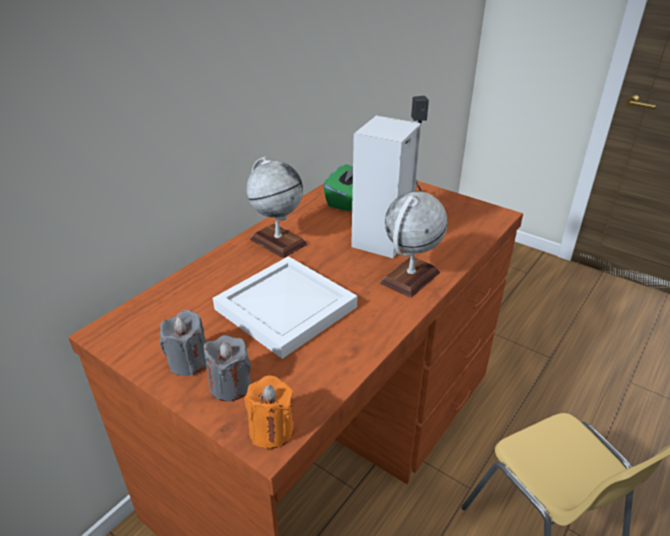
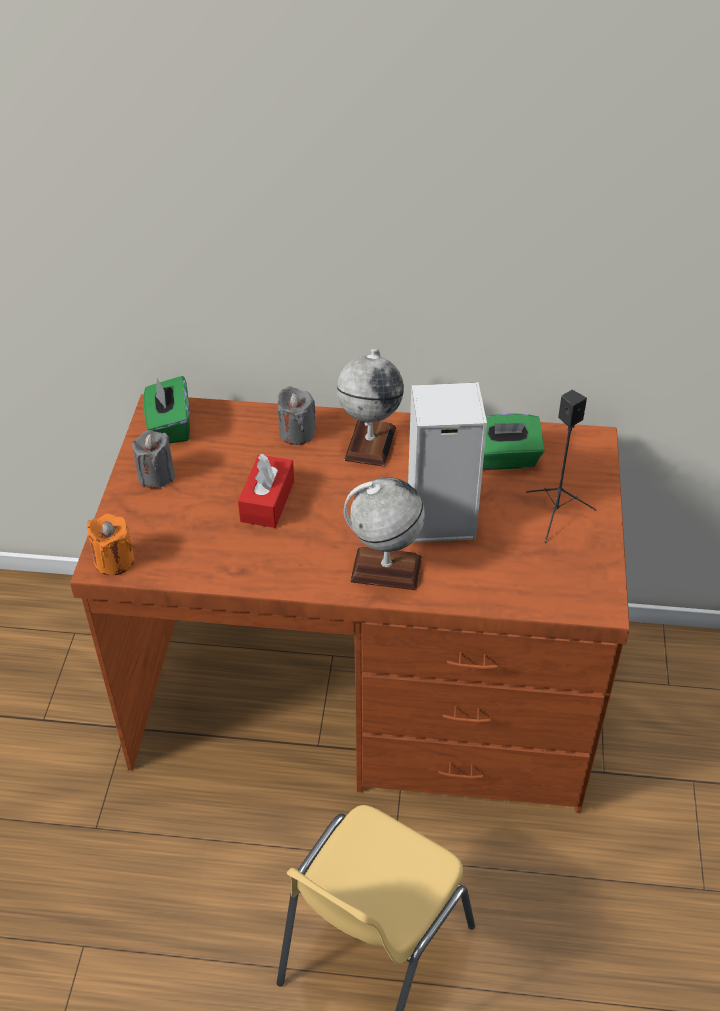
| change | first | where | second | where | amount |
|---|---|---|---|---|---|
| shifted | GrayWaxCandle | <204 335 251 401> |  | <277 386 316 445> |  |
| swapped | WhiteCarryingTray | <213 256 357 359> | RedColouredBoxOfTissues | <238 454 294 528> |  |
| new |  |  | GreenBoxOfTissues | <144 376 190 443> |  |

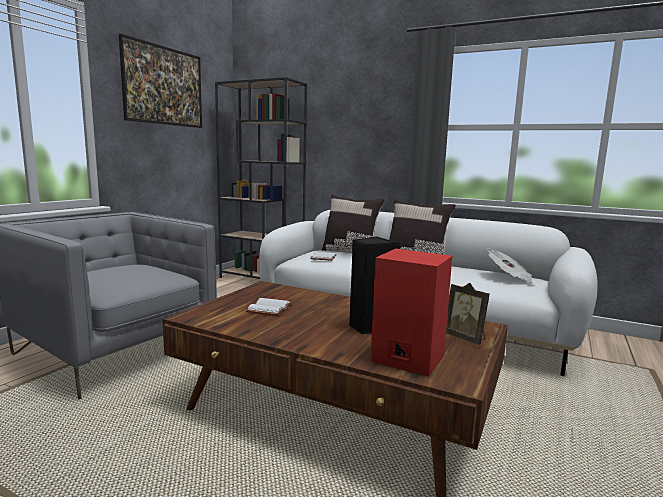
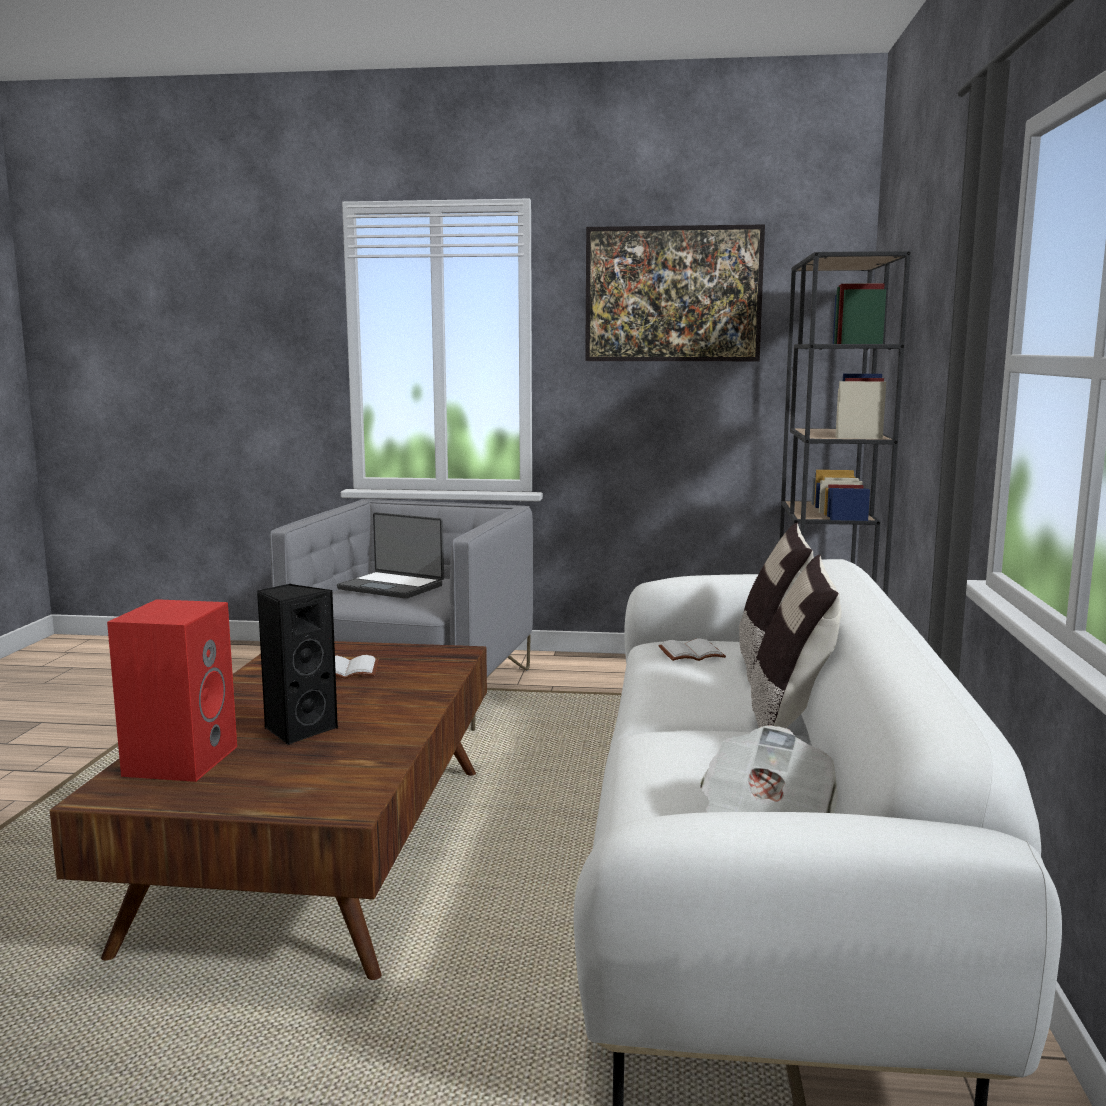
| change | first | where | second | where | amount |
|---|---|---|---|---|---|
| gone | PictureFrame | <446 283 490 345> |  |  |  |
| new |  |  | Laptop | <337 512 444 599> |  |

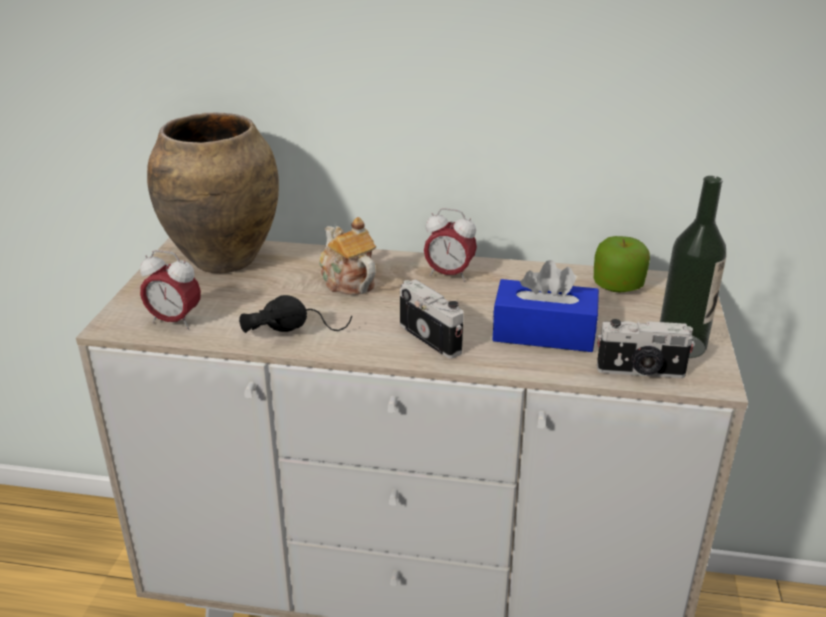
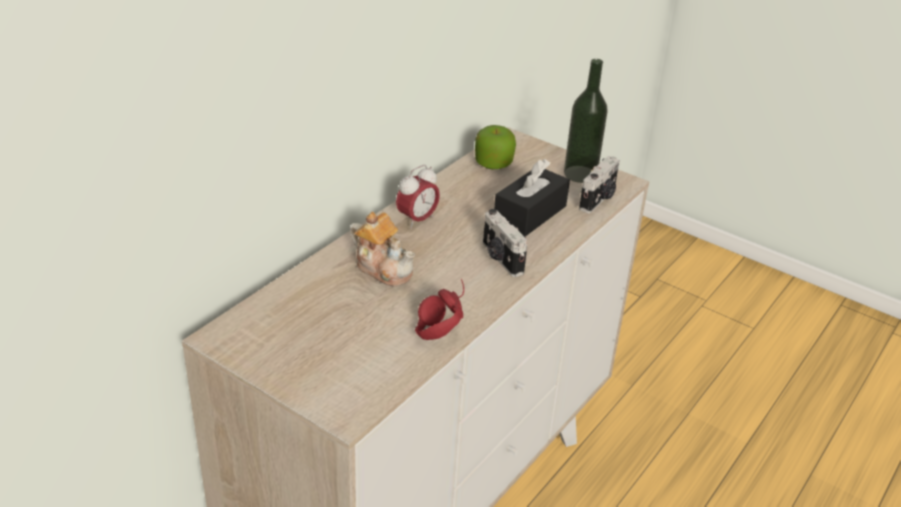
| change | first | where | second | where | amount |
|---|---|---|---|---|---|
| gone | AlarmClock | <140 250 201 329> |  |  |  |
| gone | BrownishVase | <147 113 279 273> |  |  |  |
| repainted | BlackColouredHeadphones | <239 295 352 333> | RedColouredHeadphones | <415 279 464 340> |  |
| rotated | TeaPot | <319 217 376 295> |  | <350 212 416 286> | 135 degrees counterclockwise |
| rotated | StillCamera | <400 279 464 359> |  | <483 209 527 277> | 105 degrees counterclockwise |
| repainted | BlueBoxOfTissues | <492 260 599 352> | BlackColouredBoxOfTissues | <494 159 570 236> |  |

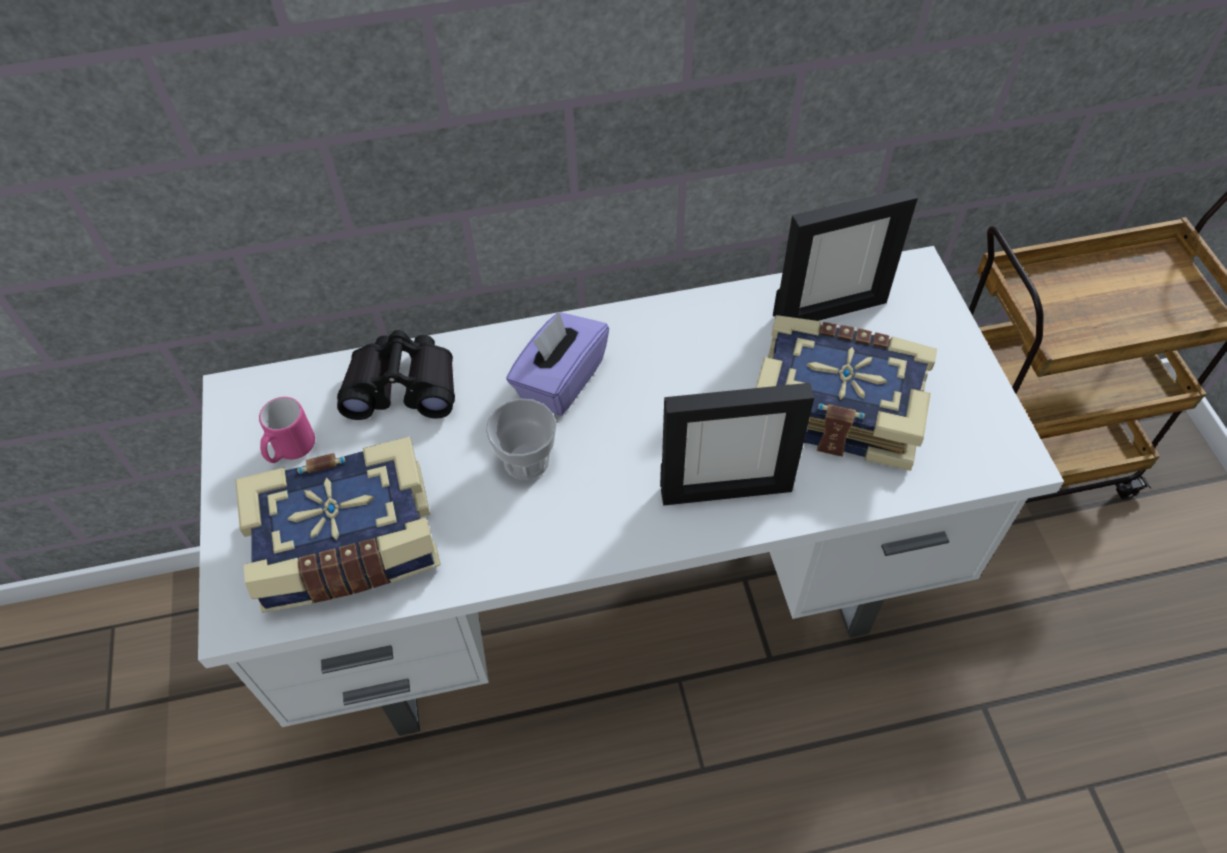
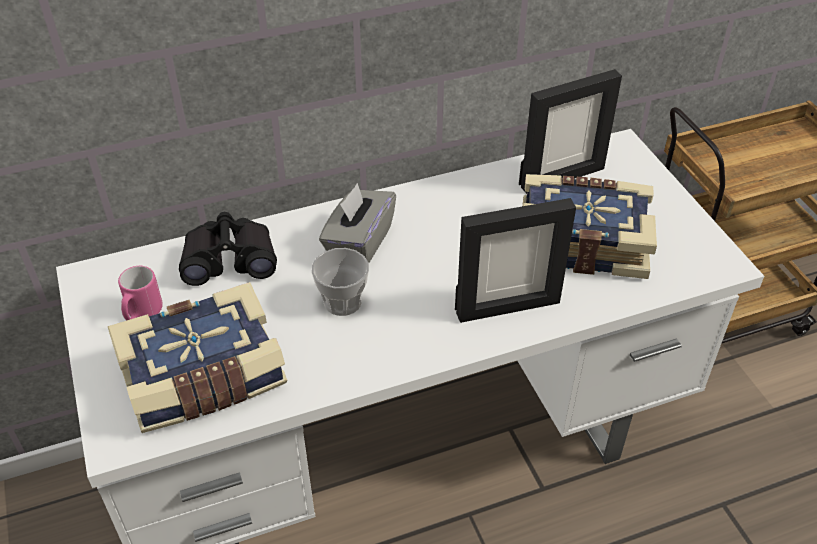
| change | first | where | second | where | amount |
|---|---|---|---|---|---|
| repainted | PurplishBoxOfTissues | <506 312 609 416> | GrayBoxOfTissues | <319 183 396 262> |  |

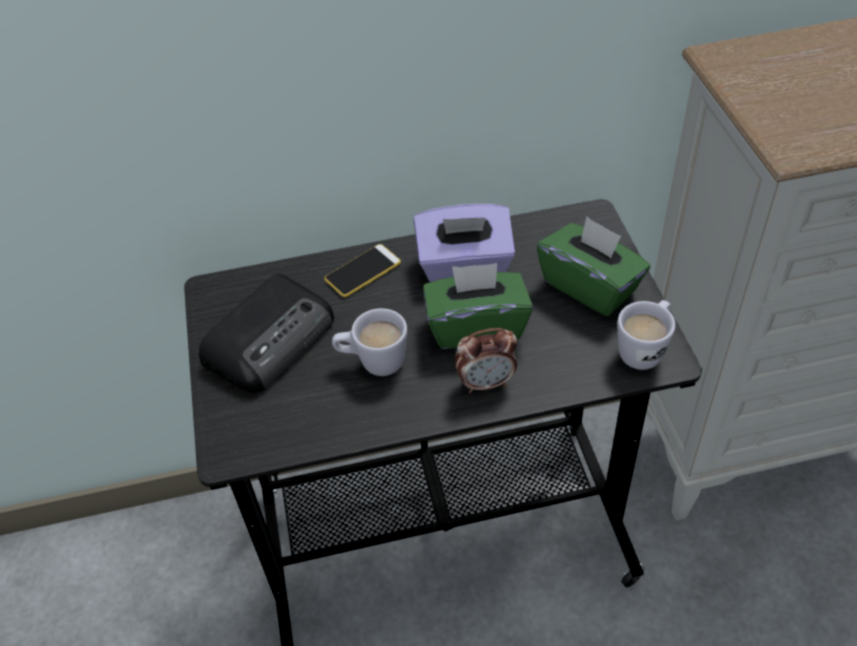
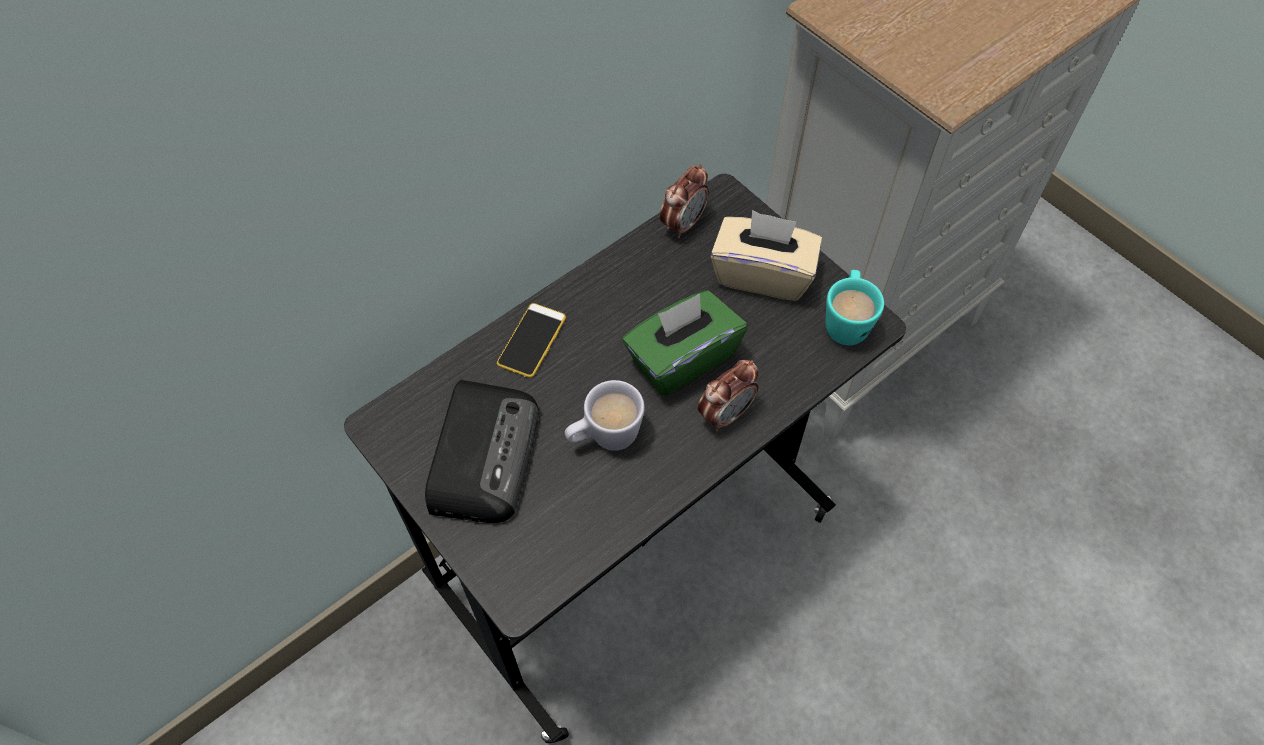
| change | first | where | second | where | amount |
|---|---|---|---|---|---|
| gone | PurplishBoxOfTissues | <414 204 516 282> |  |  |  |
| repainted | GreenBoxOfTissues | <537 216 650 316> | BeigeBoxOfTissues | <711 210 822 301> |  |
| repainted | WhiteTeaMug | <617 300 675 370> | TurquoiseTeaMug | <826 270 884 345> |  |
| new |  |  | AlarmClock | <660 164 709 238> |  |

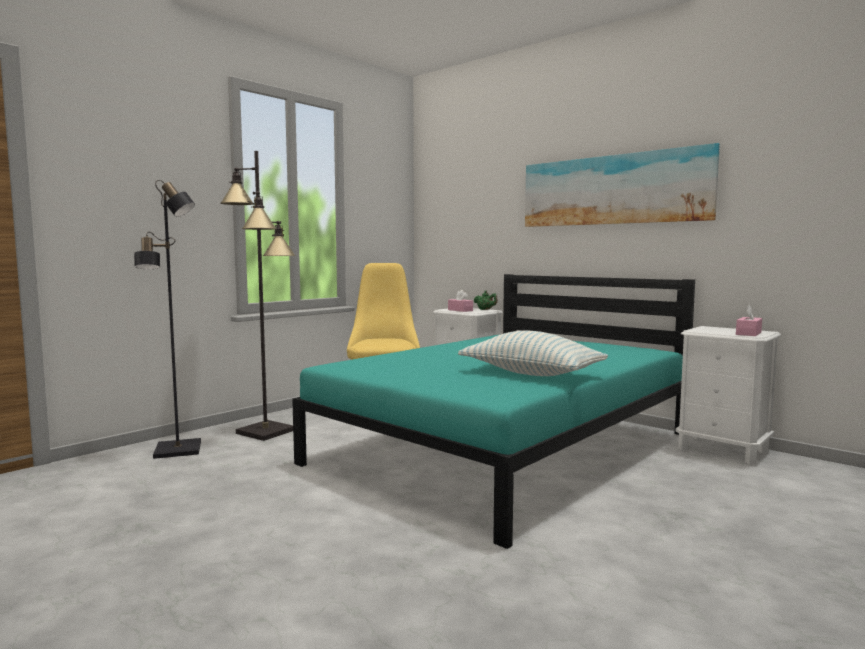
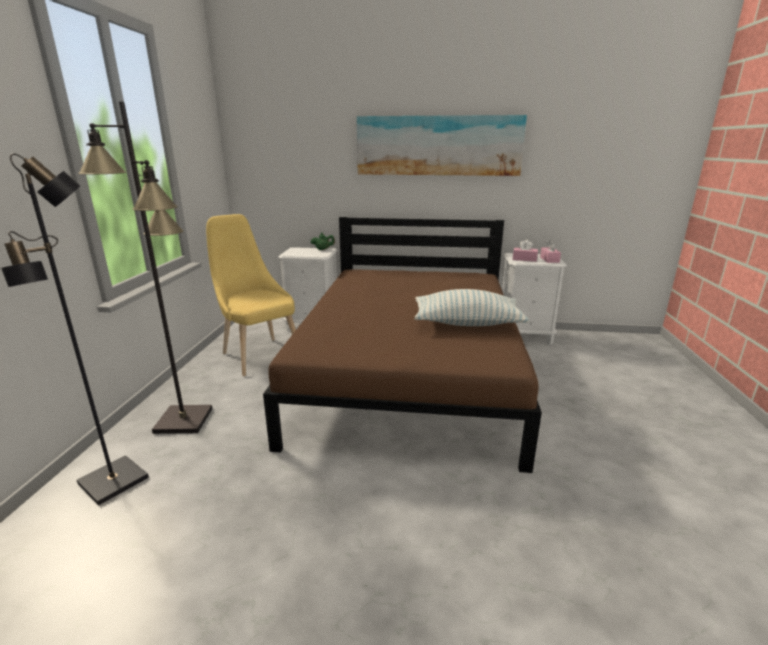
| change | first | where | second | where | amount |
|---|---|---|---|---|---|
| repainted | TurquoiseBedroomBed | <292 274 695 549> | BrownishBedroomBed | <263 217 542 473> |  |
| shifted | PinkishBoxOfTissues | <448 290 473 312> |  | <513 240 538 262> |  |

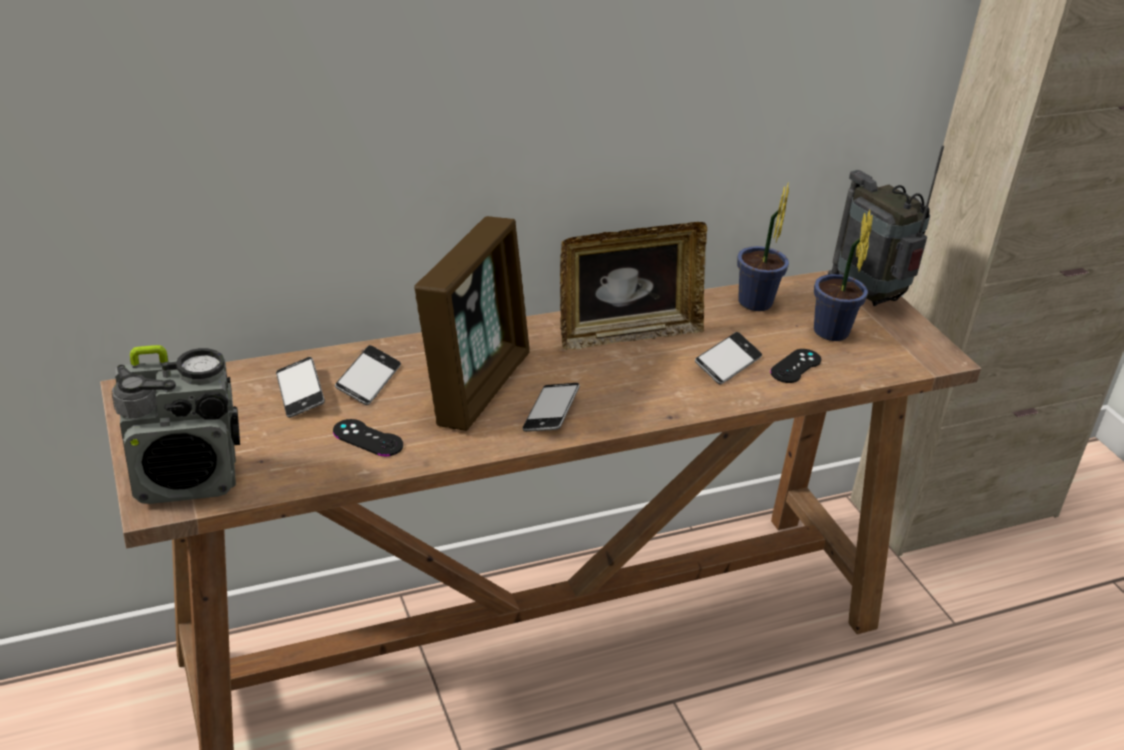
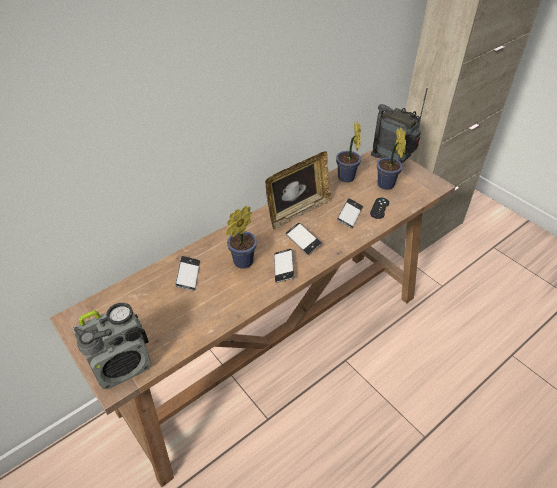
| change | first | where | second | where | amount |
|---|---|---|---|---|---|
| shifted | Telephone | <276 357 325 418> |  | <286 223 322 255> |  |
| gone | BlackColouredGameController | <333 419 403 456> |  |  |  |
| swapped | PictureFrame | <414 216 530 431> | PlantInAPot | <226 206 257 269> |  |

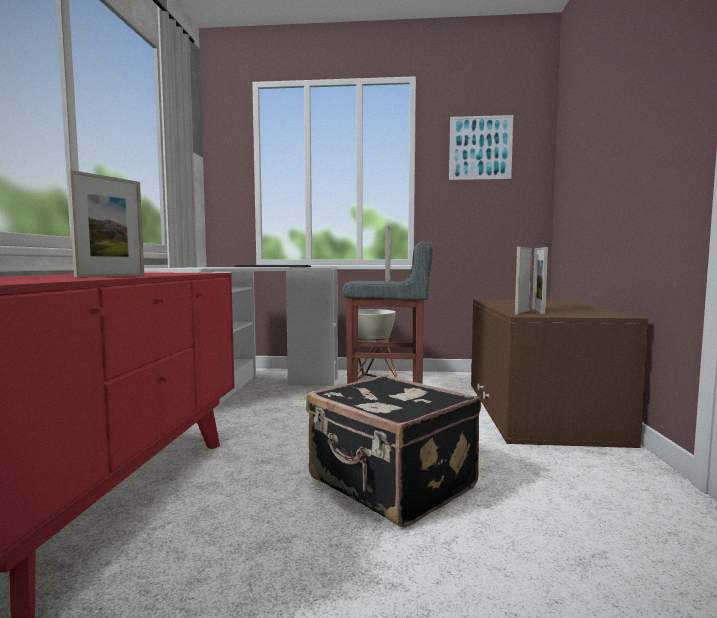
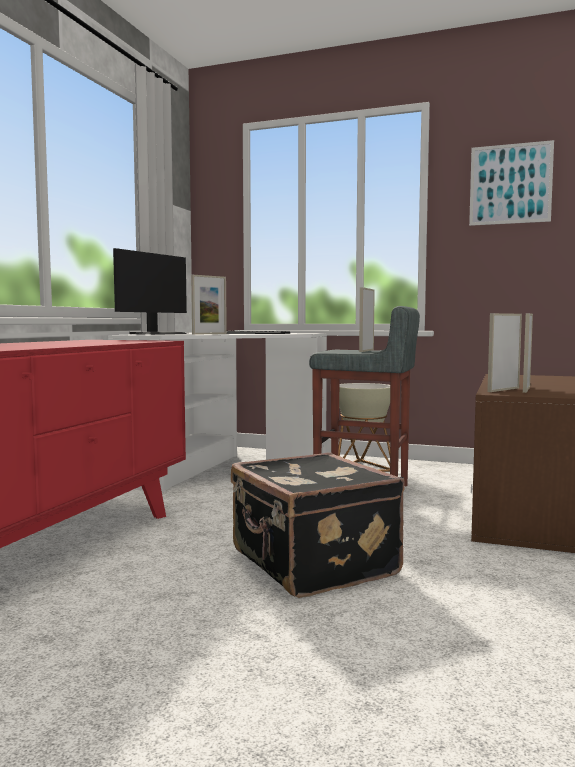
| change | first | where | second | where | amount |
|---|---|---|---|---|---|
| shifted | PictureFrame | <68 170 144 277> |  | <191 275 227 335> |  |
| new |  |  | ComputerScreen | <113 248 188 335> |  |

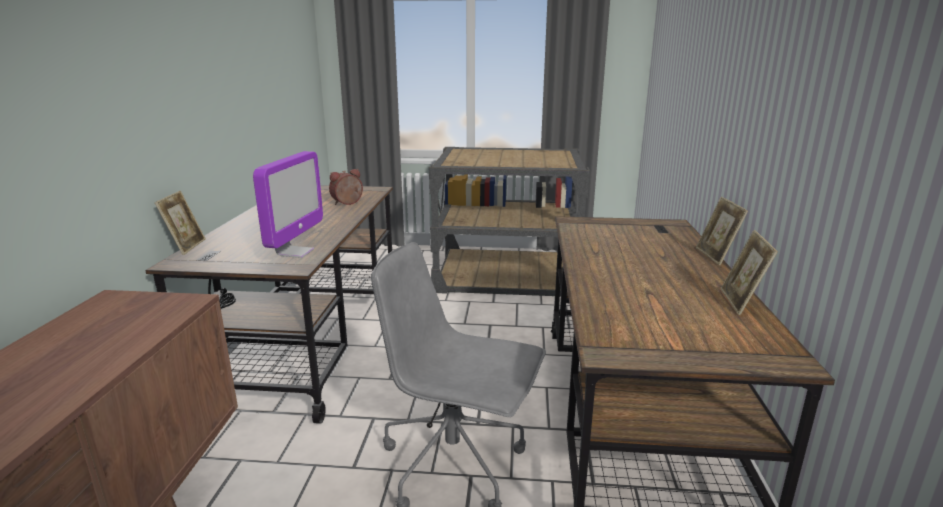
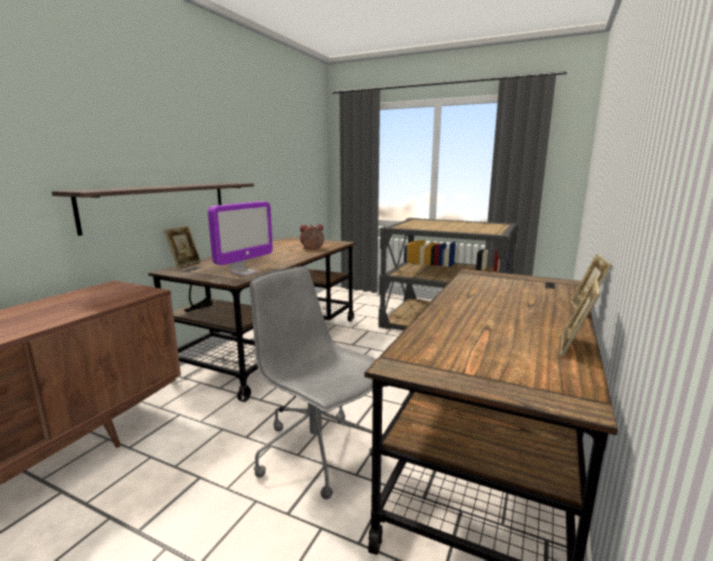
| change | first | where | second | where | amount |
|---|---|---|---|---|---|
| new |  |  | BracketShelf | <52 183 254 236> |  |

